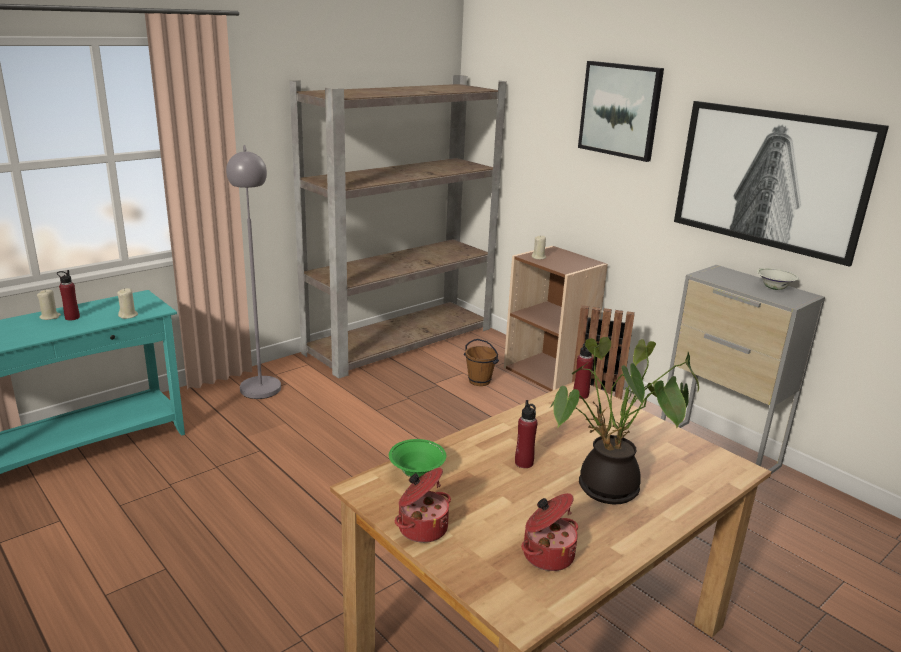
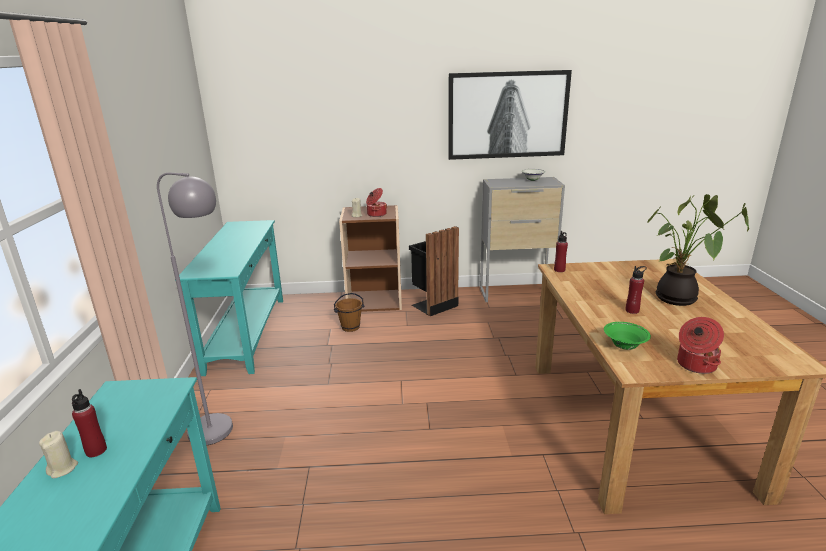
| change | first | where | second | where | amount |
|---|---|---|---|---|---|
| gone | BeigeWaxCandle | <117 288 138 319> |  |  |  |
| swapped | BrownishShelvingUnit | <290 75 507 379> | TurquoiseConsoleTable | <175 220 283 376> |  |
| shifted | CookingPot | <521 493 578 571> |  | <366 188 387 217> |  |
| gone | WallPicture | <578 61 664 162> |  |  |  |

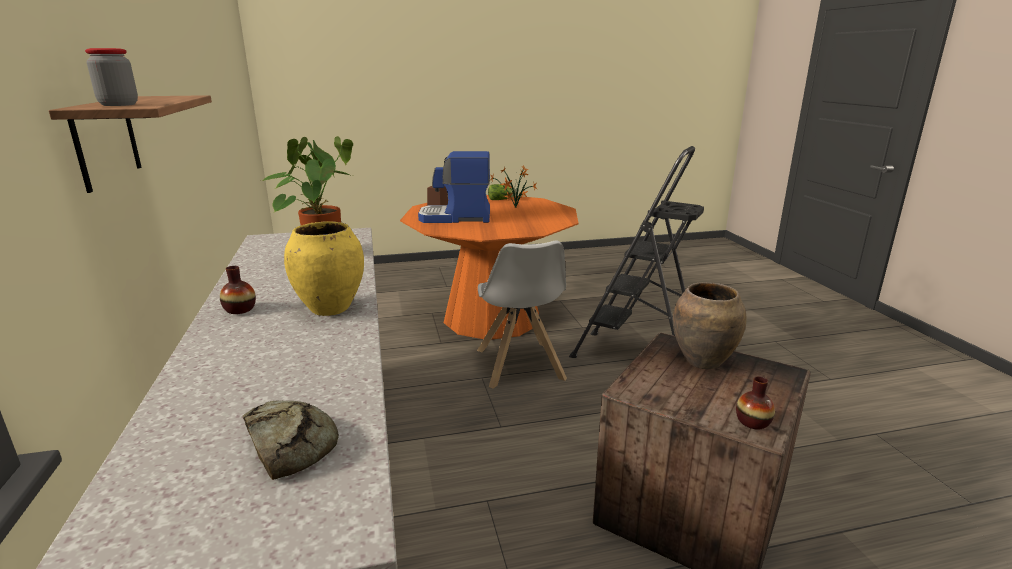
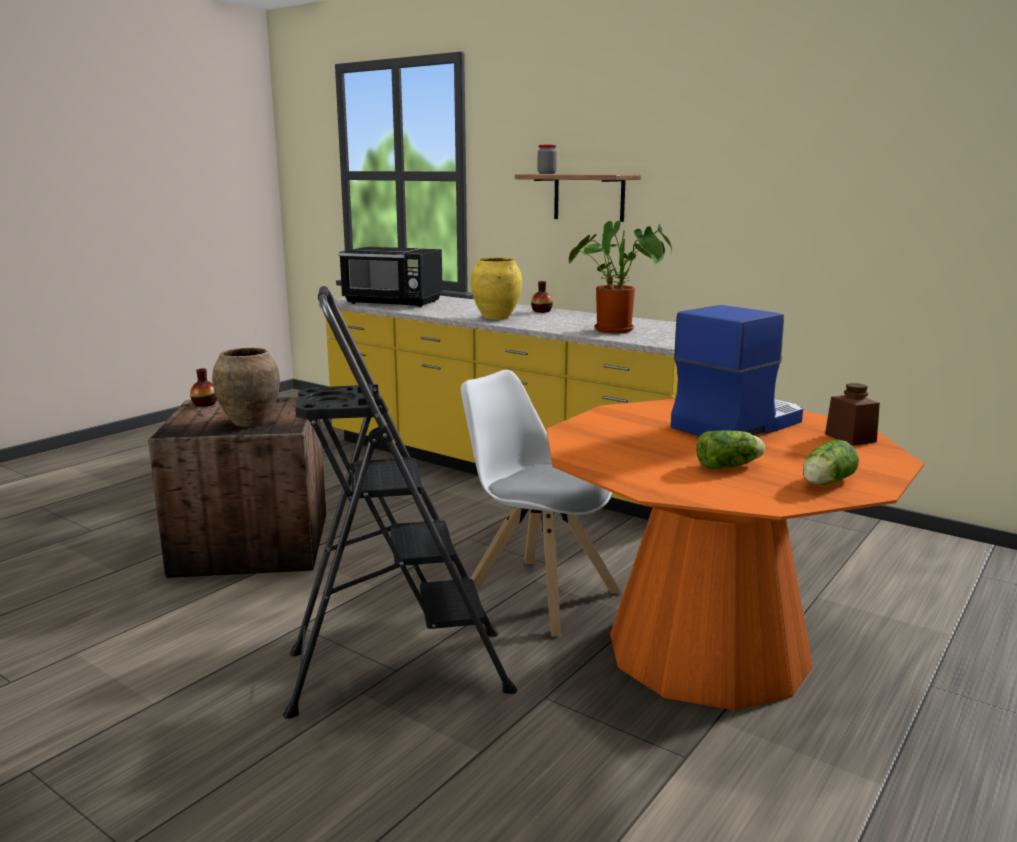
| change | first | where | second | where | amount |
|---|---|---|---|---|---|
| swapped | BakedBread | <243 401 339 480> | BlackColouredKitchenMicrowave | <339 247 443 307> |  |
| swapped | PlantInAPot | <490 166 537 208> | HeadOfLettuce | <696 430 765 469> |  |

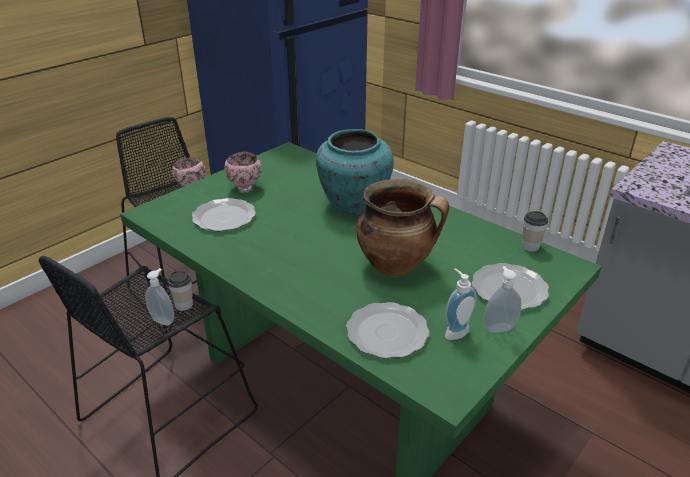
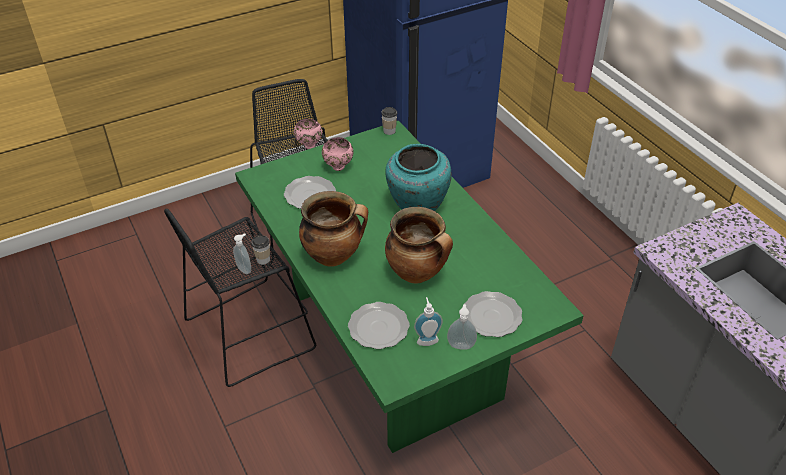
| change | first | where | second | where | amount |
|---|---|---|---|---|---|
| shifted | SmallCup | <522 211 548 251> |  | <381 107 397 135> |  |
| new |  |  | CookingPot | <299 191 368 267> |  |

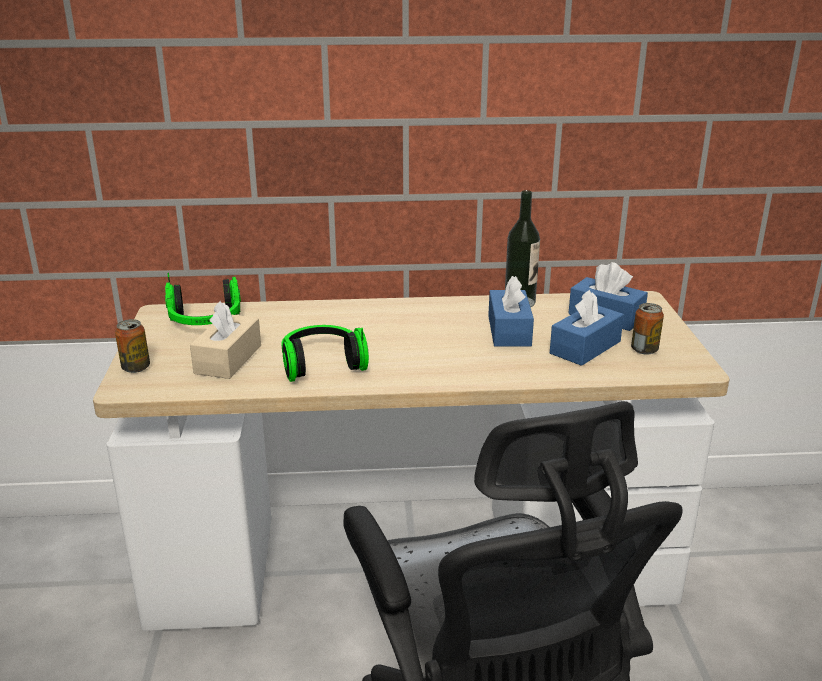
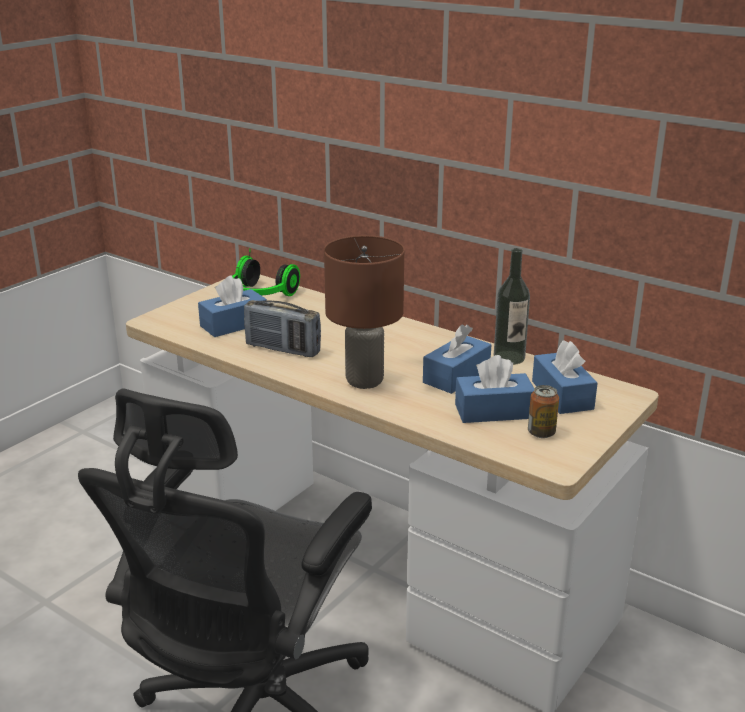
| change | first | where | second | where | amount |
|---|---|---|---|---|---|
| gone | SealedCan | <115 319 150 373> |  |  |  |
| repainted | BeigeBoxOfTissues | <190 301 261 379> | BlueBoxOfTissues | <198 275 267 337> |  |
| swapped | Headphones | <282 325 369 382> | Radio | <244 300 321 357> |  |
| new |  |  | BrownishTabletopLamp | <324 235 404 389> |  |

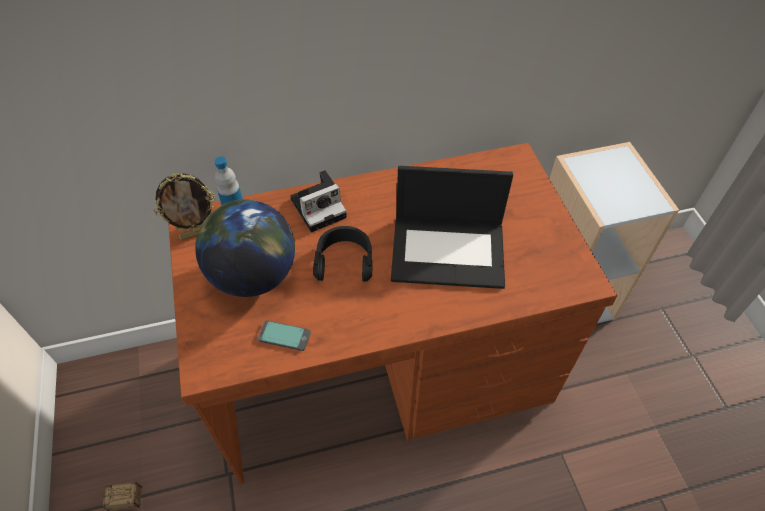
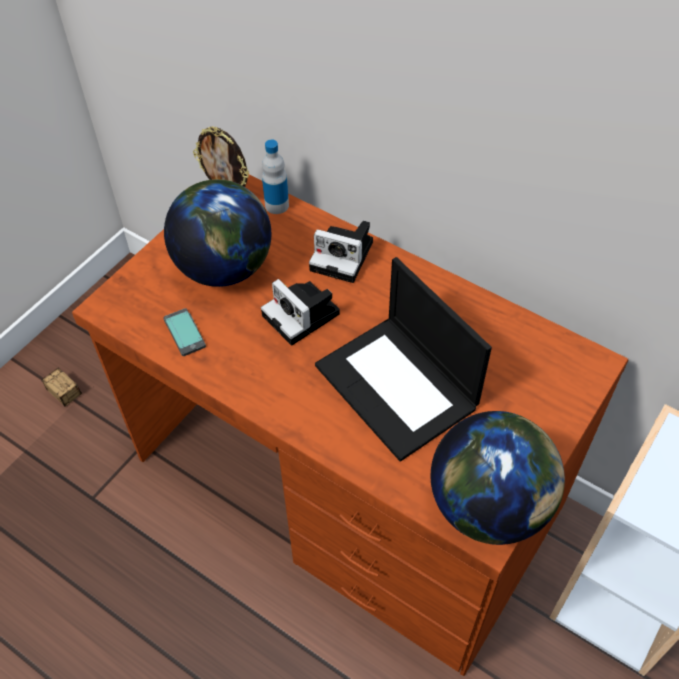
| change | first | where | second | where | amount |
|---|---|---|---|---|---|
| swapped | BlackColouredHeadphones | <313 226 373 282> | StillCamera | <261 279 340 346> |  |
| new |  |  | Globe | <430 411 565 545> |  |

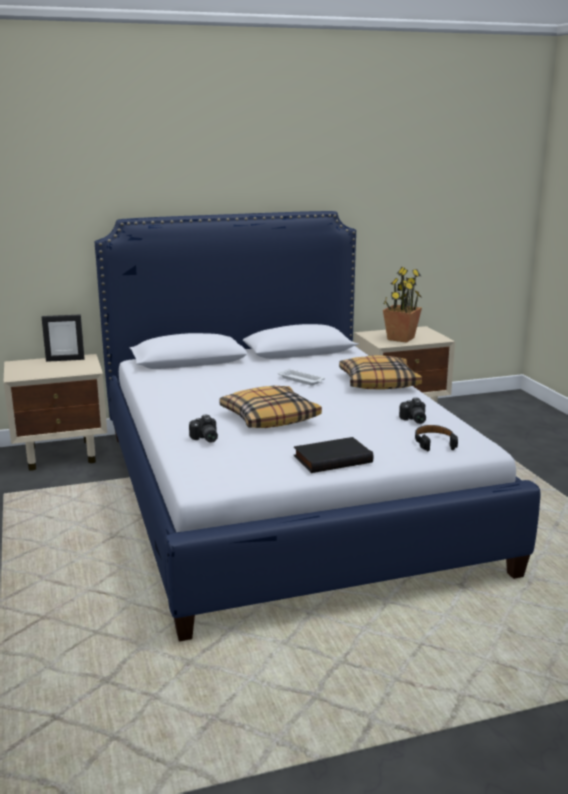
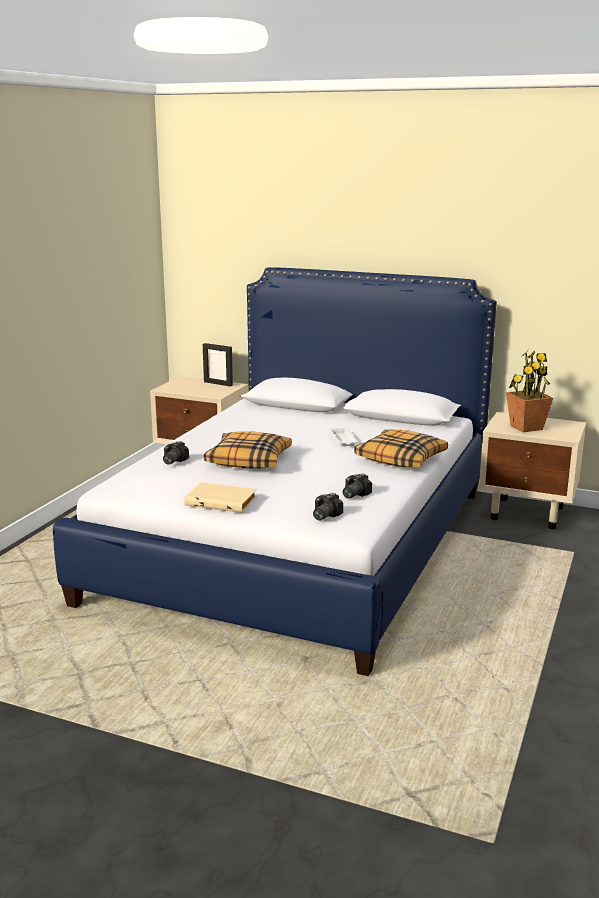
| change | first | where | second | where | amount |
|---|---|---|---|---|---|
| repainted | BlackColouredBoundBook | <294 437 373 473> | BeigeBoundBook | <184 482 257 513> |  |
| swapped | BlackColouredHeadphones | <415 425 458 451> | StillCamera | <313 493 343 521> |  |

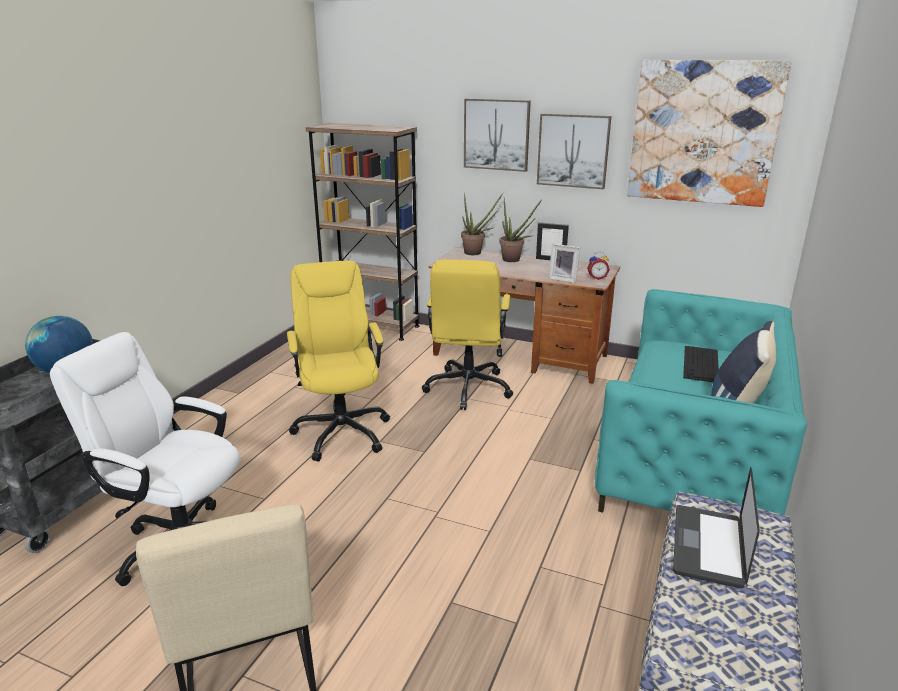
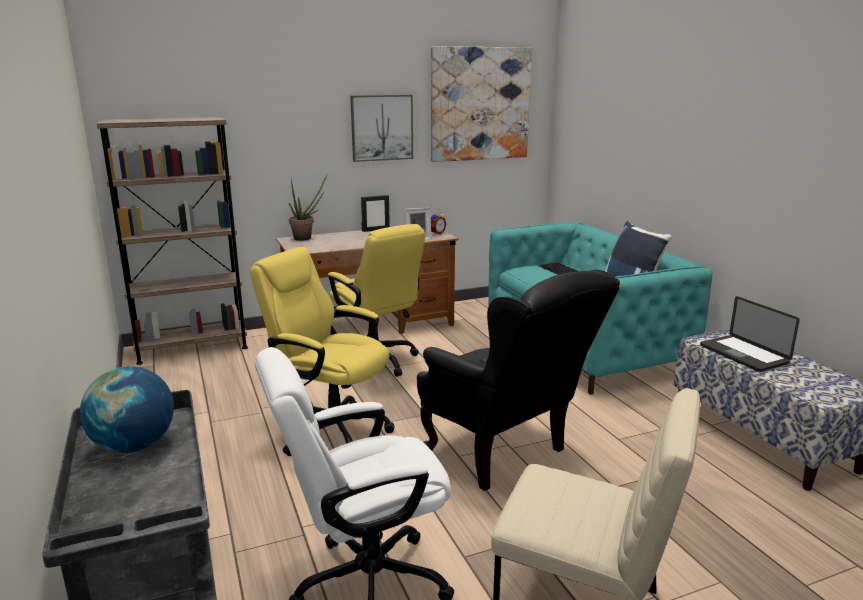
| change | first | where | second | where | amount |
|---|---|---|---|---|---|
| gone | WallPicture | <464 98 531 172> |  |  |  |
| gone | PlantInAPot | <499 199 542 262> |  |  |  |
| new |  |  | BlackColouredLoungeChair | <417 270 620 491> |  |

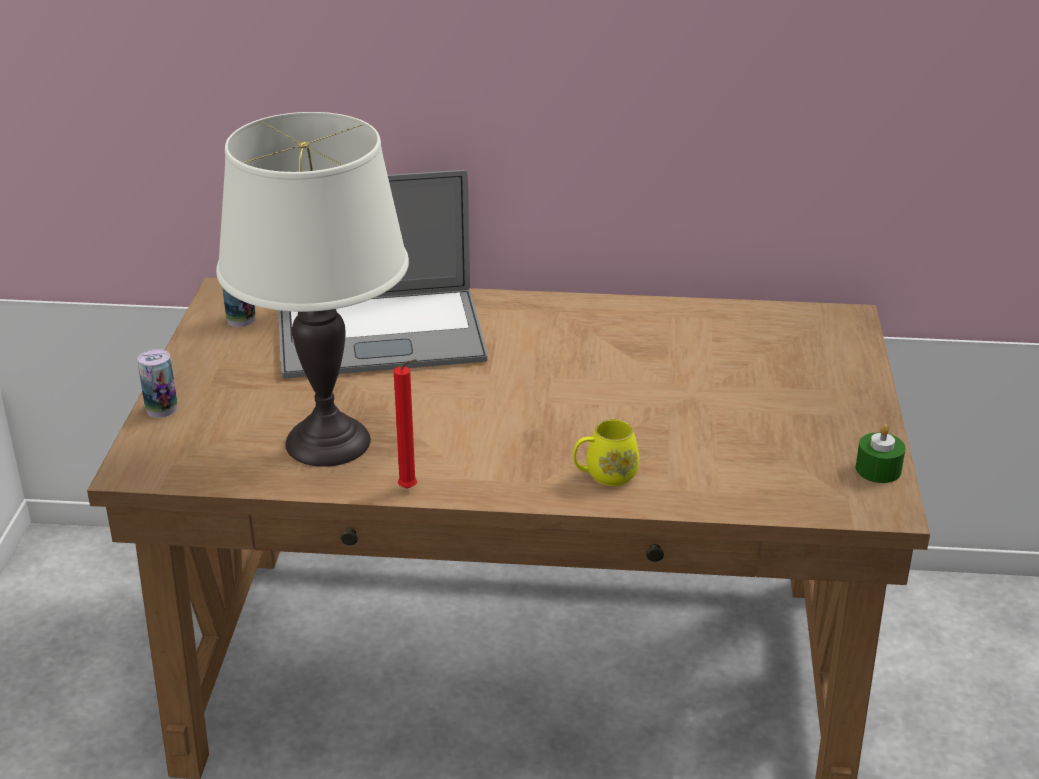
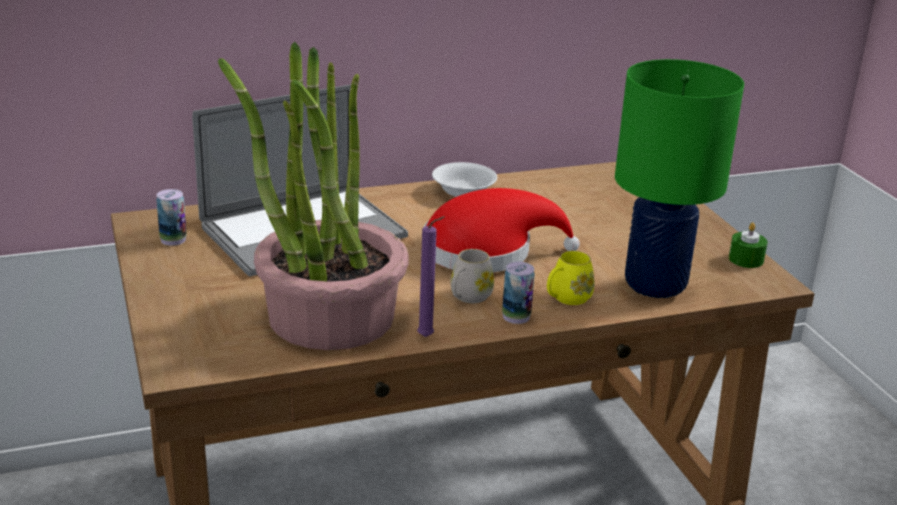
| change | first | where | second | where | amount |
|---|---|---|---|---|---|
| shifted | SealedCan | <138 349 177 418> |  | <502 261 535 324> |  |
| swapped | WhiteTabletopLamp | <216 112 409 467> | PlantInAPot | <218 42 408 350> |  |
| repainted | RedColouredWaxCandle | <394 359 417 489> | PurplishWaxCandle | <417 216 445 337> |  |
| new |  |  | RedColouredHat | <423 188 580 272> |  |
| new |  |  | WhiteServingBowl | <432 162 497 197> |  |
| new |  |  | WhiteTeaMug | <451 249 494 303> |  |
| new |  |  | GreenTabletopLamp | <615 59 744 298> |  |

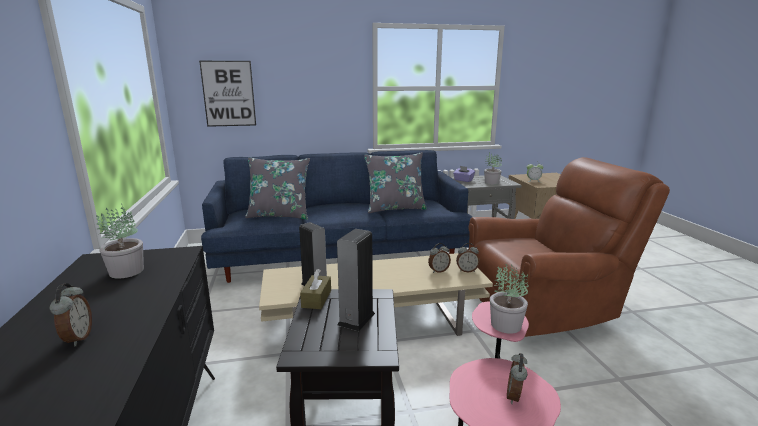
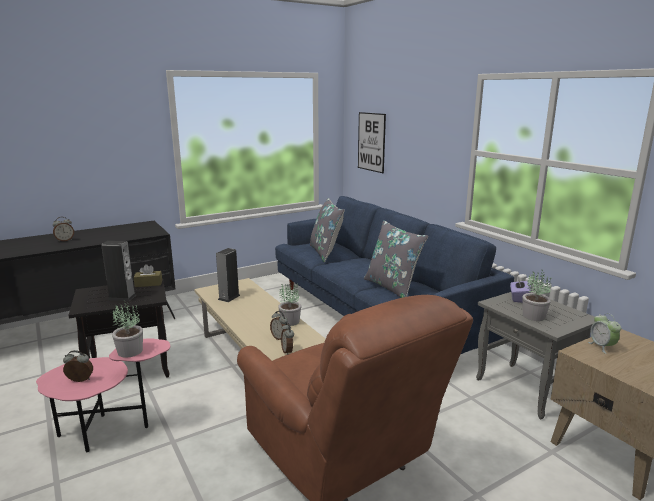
| change | first | where | second | where | amount |
|---|---|---|---|---|---|
| shifted | PlantInAPot | <96 204 144 279> |  | <278 283 301 326> |  |

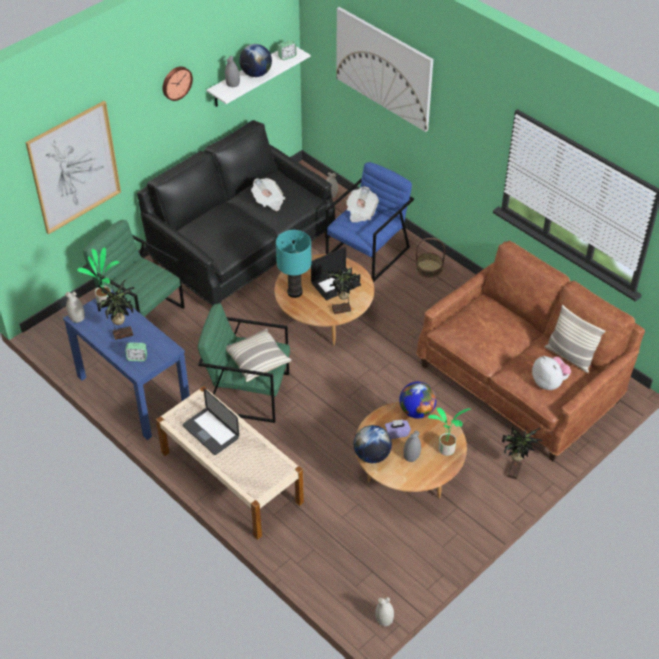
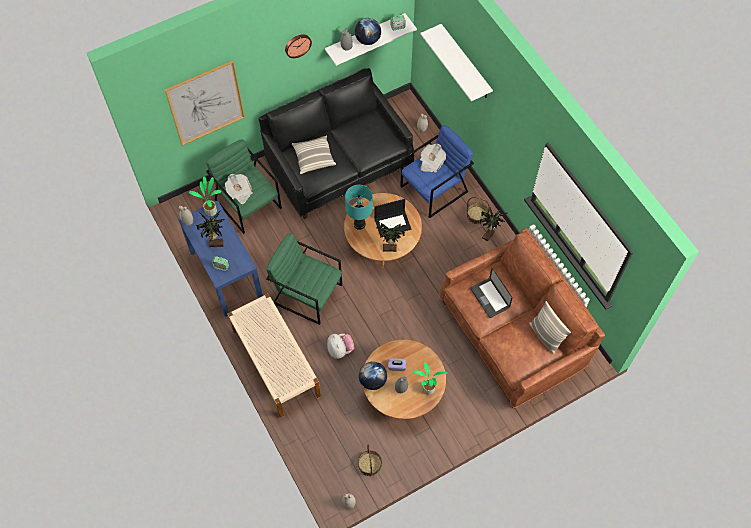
| change | first | where | second | where | amount |
|---|---|---|---|---|---|
| shifted | Laptop | <183 388 239 455> |  | <470 268 512 318> |  |
| shifted | Pillow | <226 328 292 382> |  | <292 136 336 174> |  |
| shifted | Newspaper | <251 178 285 211> |  | <225 174 253 204> |  |
| swapped | WallPicture | <336 7 433 132> | WhiteBracketShelf | <420 24 493 101> |  |
| gone | Globe | <399 381 436 419> |  |  |  |
| shifted | PlantInAPot | <502 427 543 479> |  | <479 207 507 241> |  |
| shifted | CuddlyToy | <532 356 571 390> |  | <327 334 354 359> |  |
| new |  |  | Basket | <358 444 382 476> |  |

